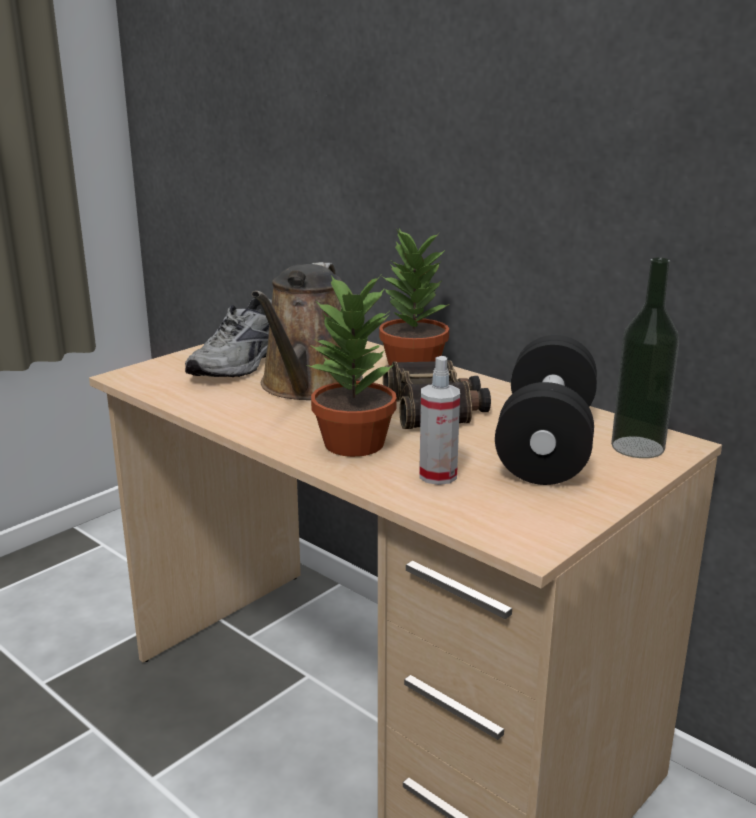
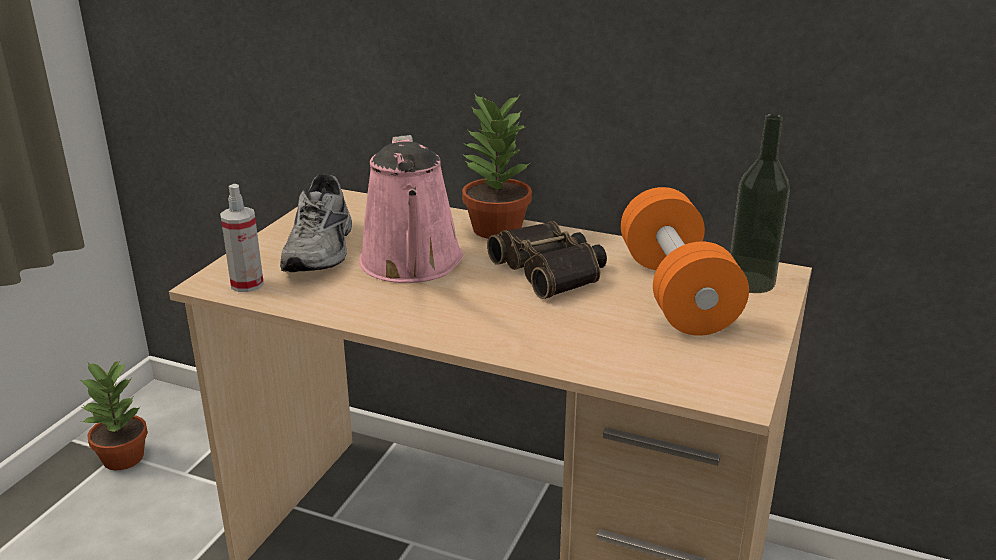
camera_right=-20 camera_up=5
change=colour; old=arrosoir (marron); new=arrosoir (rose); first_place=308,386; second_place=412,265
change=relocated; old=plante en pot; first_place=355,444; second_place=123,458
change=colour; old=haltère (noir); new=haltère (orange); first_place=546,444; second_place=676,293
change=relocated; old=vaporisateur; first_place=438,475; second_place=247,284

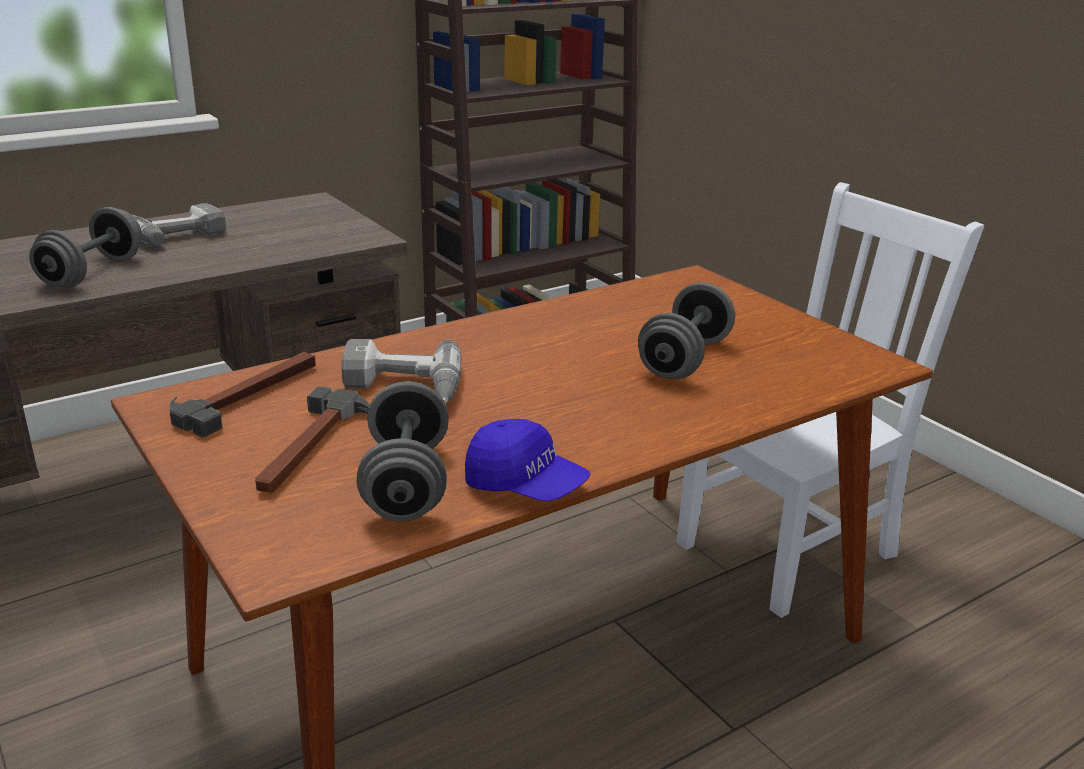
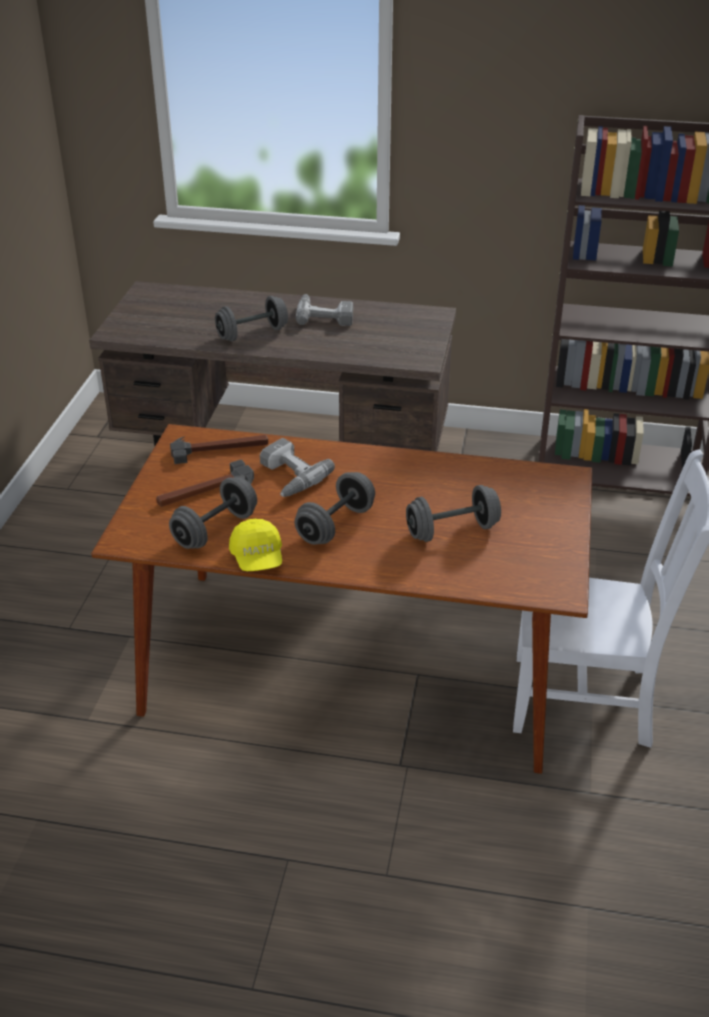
camera_right=45 camera_up=10
change=colour; old=casquette (bleu); new=casquette (jaune); first_place=525,486; second_place=257,558
change=appeared; new=haltère (gris); second_place=335,525

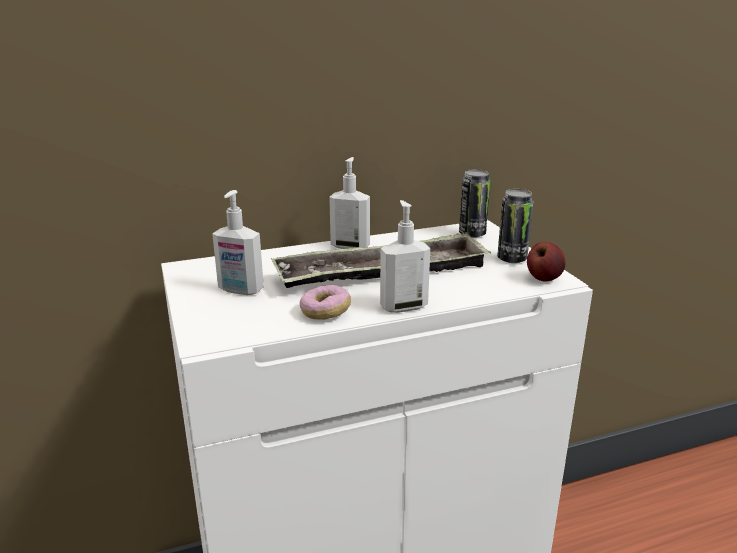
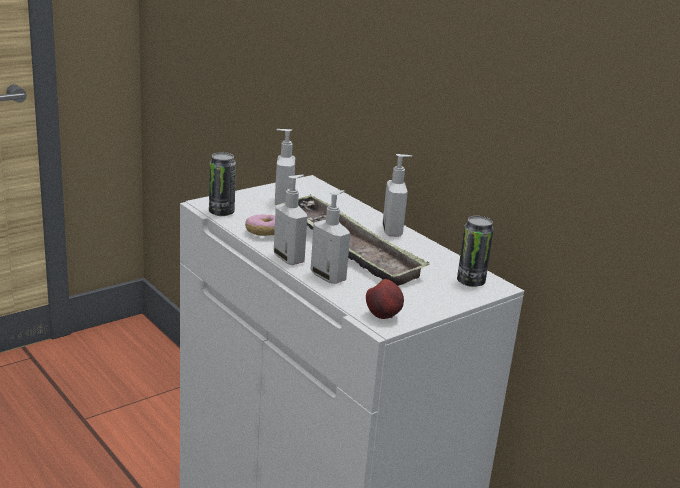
camera_right=70 camera_up=0
change=relocated; old=boîte métallique; first_place=512,259; second_place=221,212
change=appeared; new=distributeur de savon; second_place=328,277

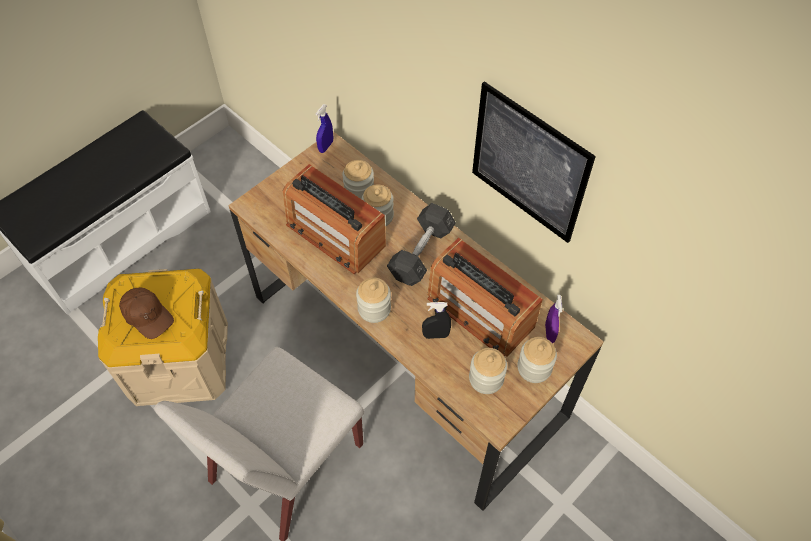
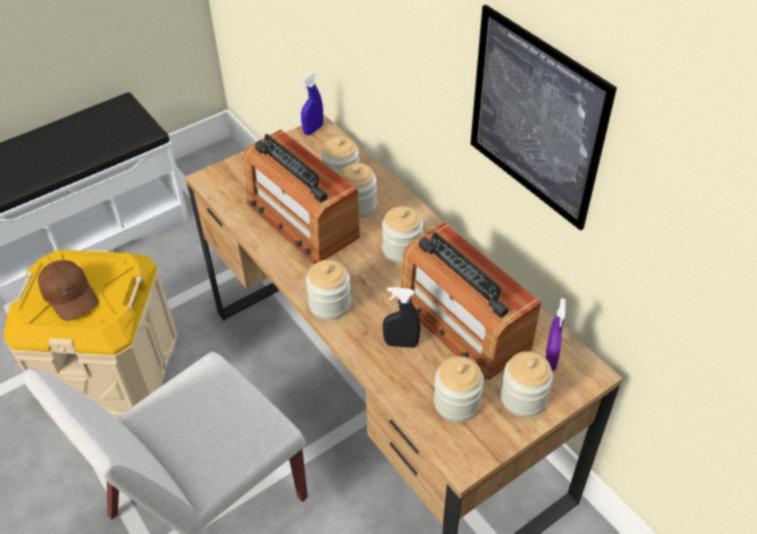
camera_right=10 camera_up=-10
change=exchanged; old=haltère (gris); new=bocal; first_place=421,253; second_place=402,250

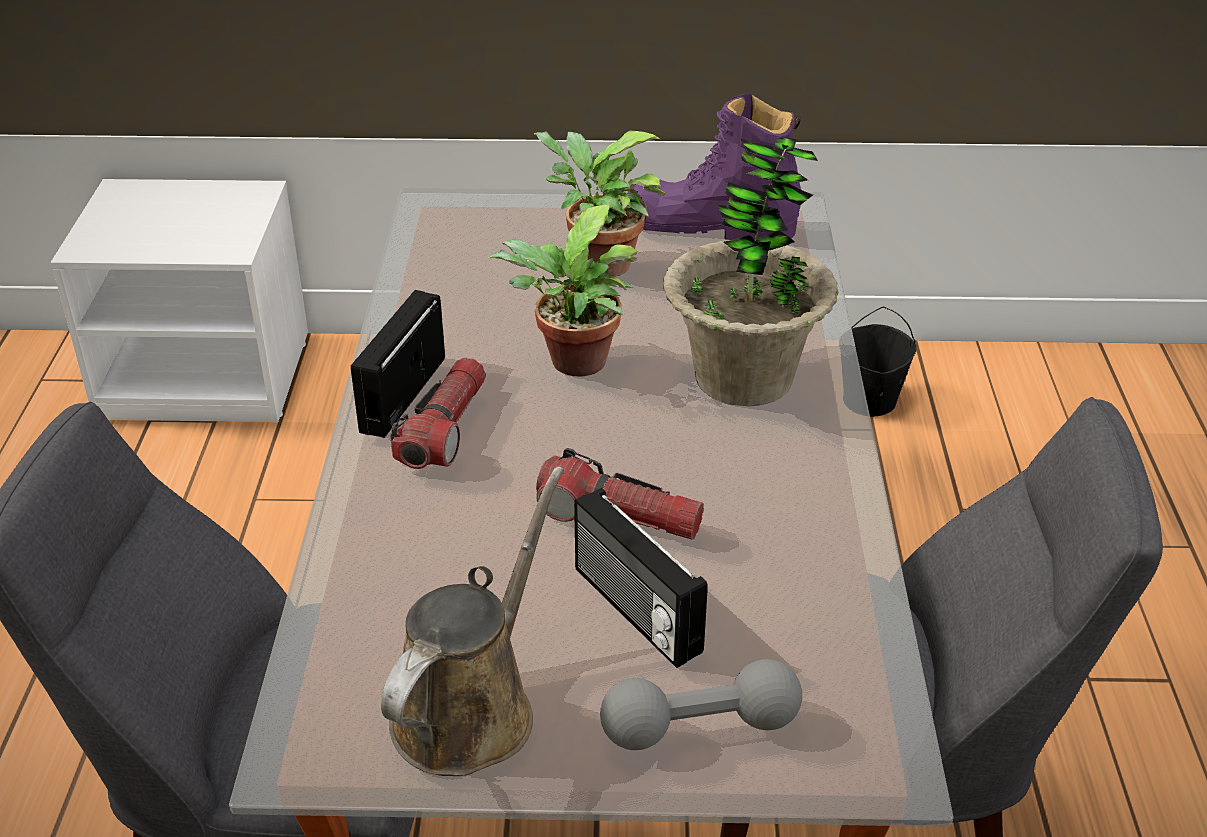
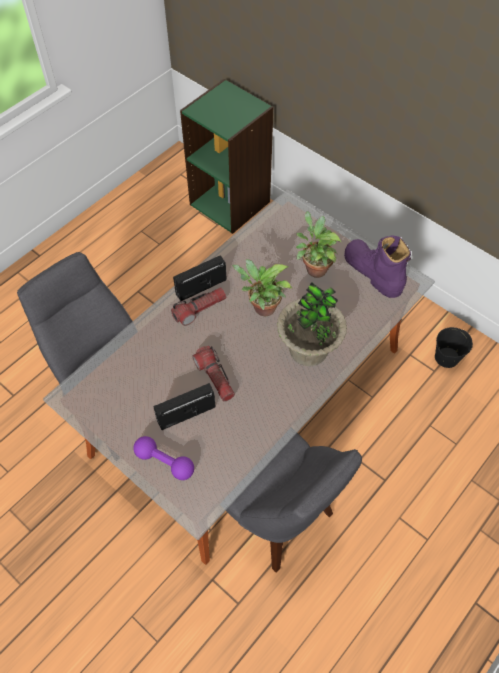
camera_right=40 camera_up=20
change=exchanged; old=table de chevet (blanc); new=bibliothèque (vert); first_place=208,375; second_place=230,202
change=missing; old=arrosoir (marron); first_place=471,708
change=spun; old=radio; first_place=634,611; second_place=186,413; degrees=60
change=colour; old=haltère (gris); new=haltère (violet); first_place=700,727; second_place=164,462

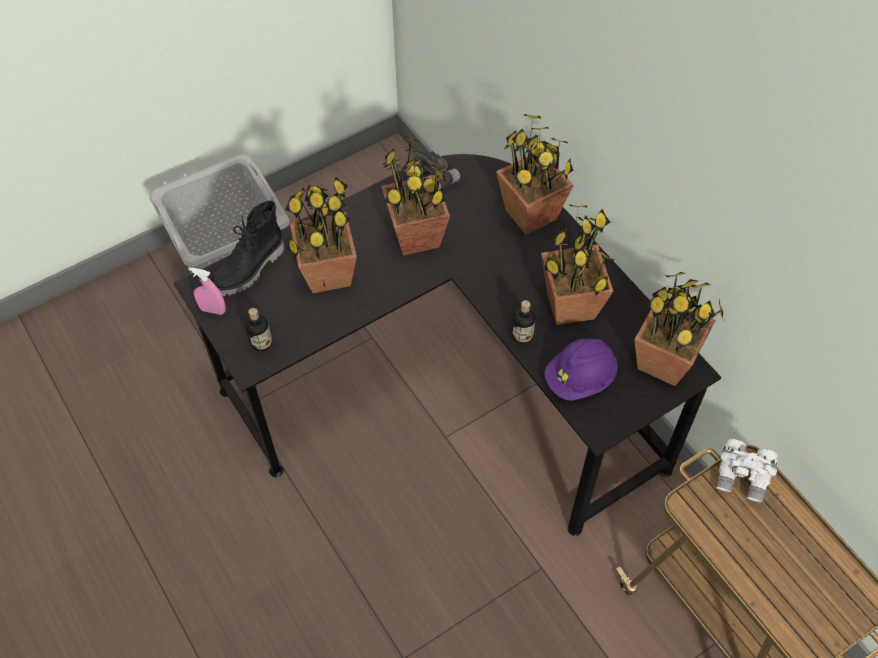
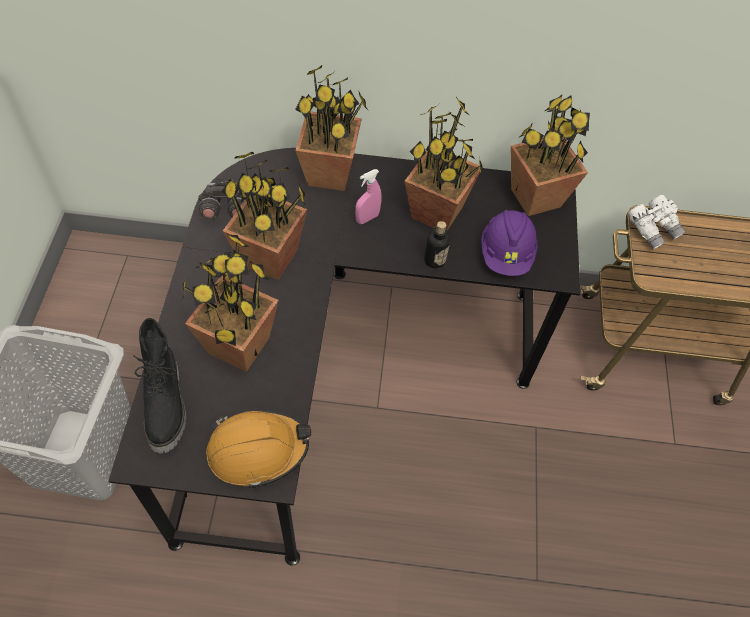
camera_right=-55 camera_up=0
change=relocated; old=vaporisateur (rose); first_place=213,310; second_place=367,218
change=exchanged; old=bouteille; new=casque de chantier (orange); first_place=261,343; second_place=258,450

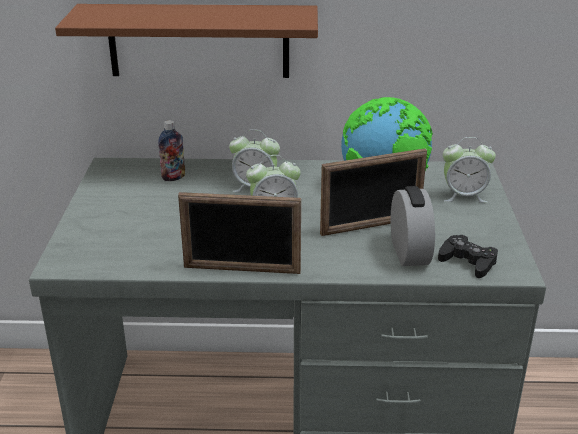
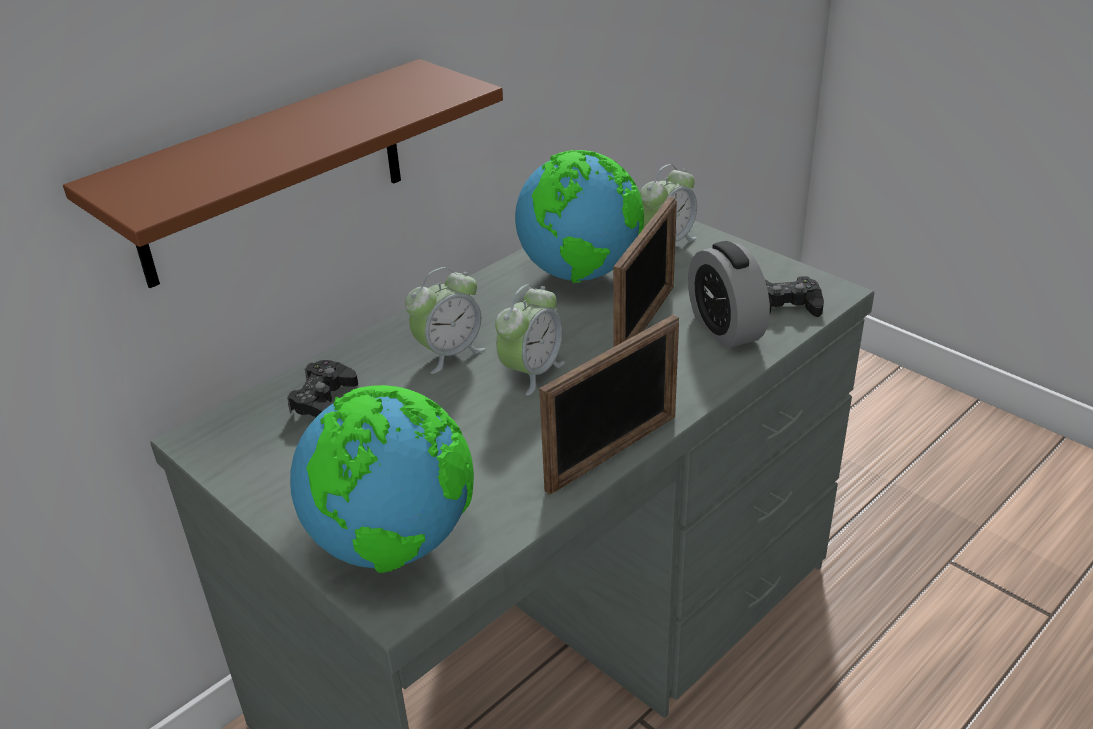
camera_right=-45 camera_up=5
change=exchanged; old=bouteille; new=manette (noir); first_place=173,177; second_place=324,400
change=spun; old=réveil; first_place=409,252; second_place=725,328; degrees=-150
change=appeared; new=globe; second_place=394,544

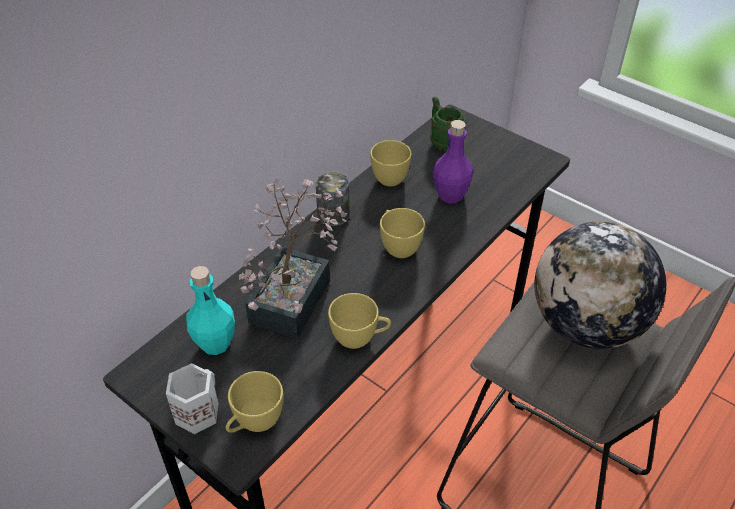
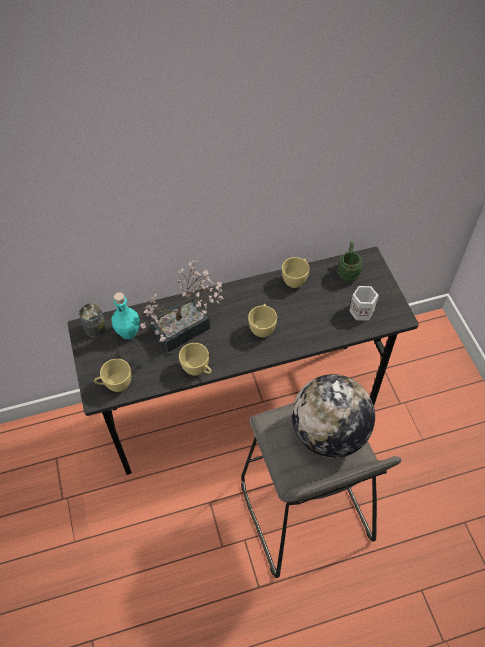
camera_right=35 camera_up=10
change=missing; old=bouteille (violet); first_place=450,195
change=relocated; old=boîte métallique; first_place=333,214; second_place=95,328
change=relocated; old=mug (blanc); first_place=197,411; second_place=362,310

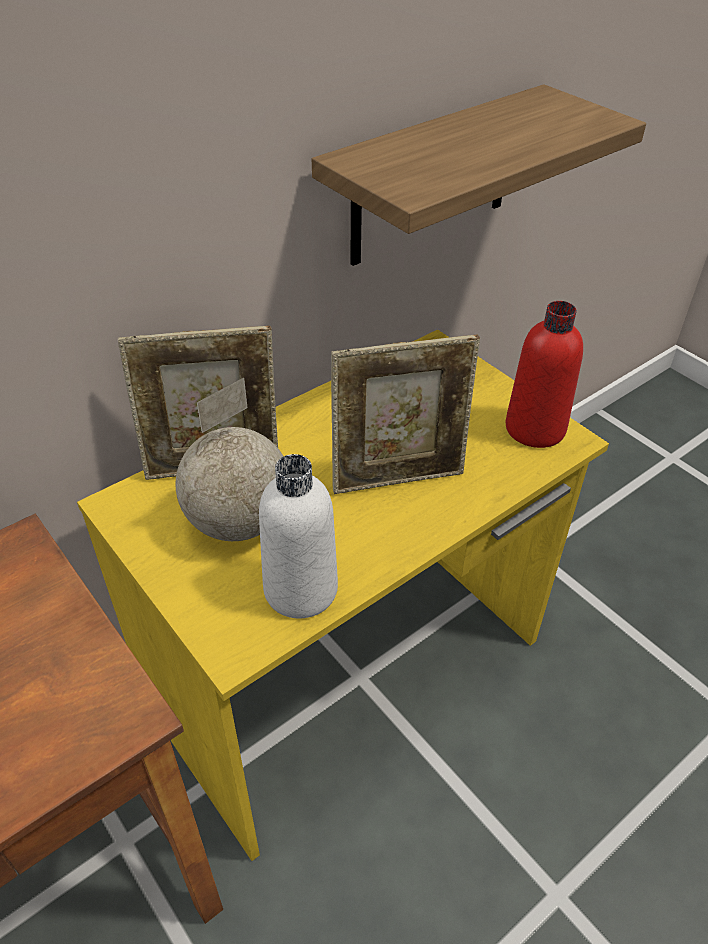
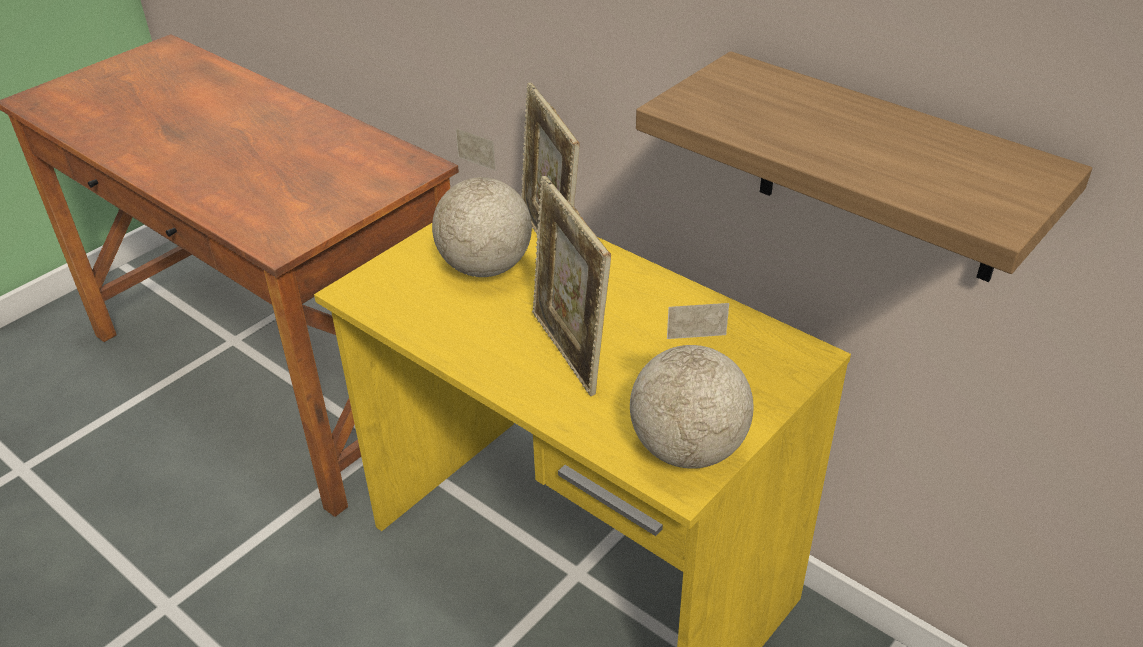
camera_right=80 camera_up=-5
change=exchanged; old=bouteille (rouge); new=globe; first_place=535,428; second_place=689,450
change=missing; old=bouteille (blanc); first_place=300,589

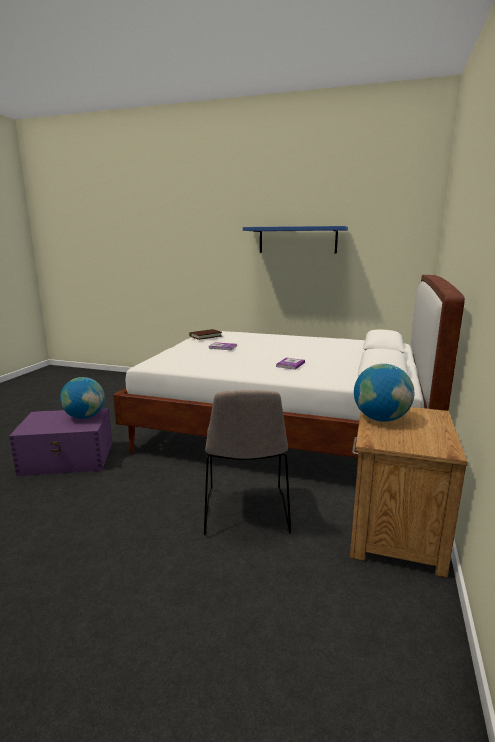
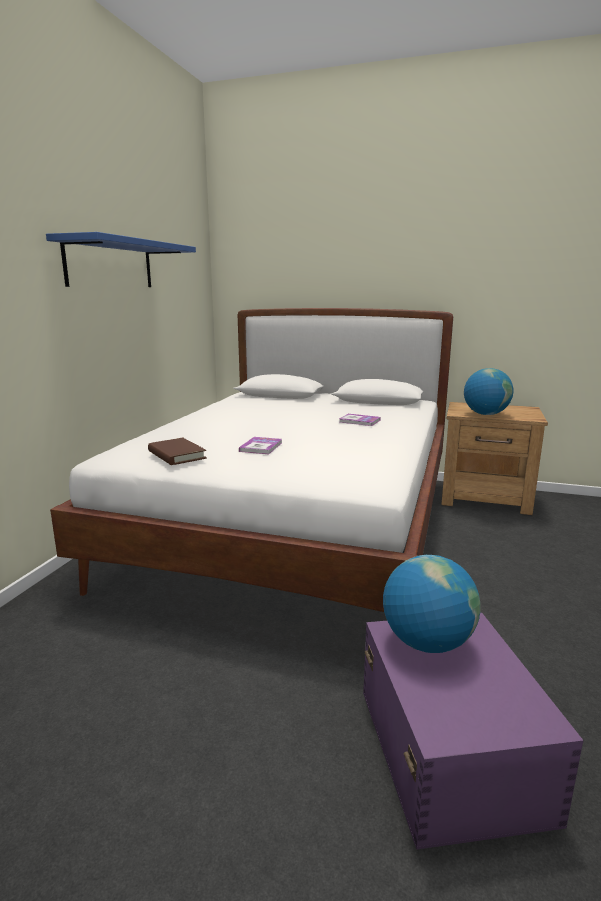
camera_right=-90 camera_up=0
change=missing; old=chaise (beige); first_place=246,514

